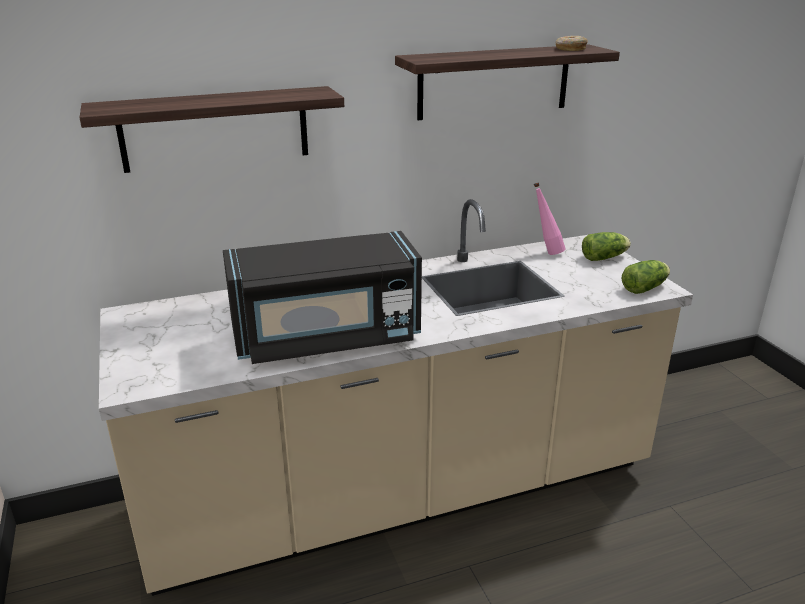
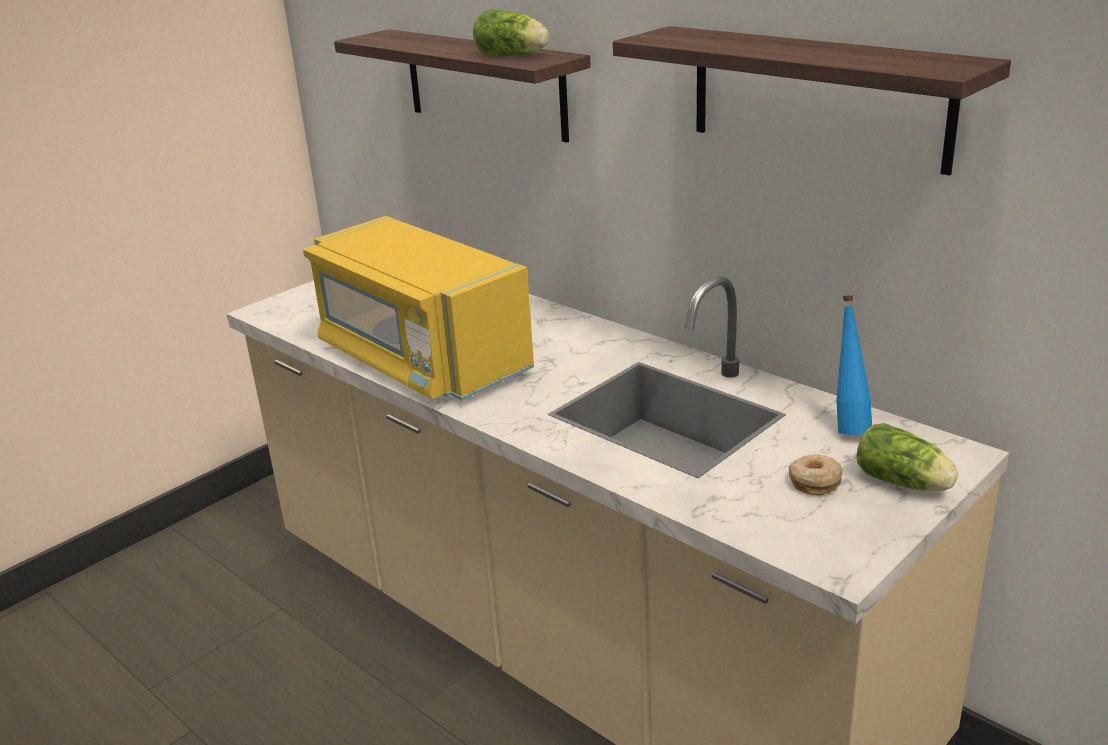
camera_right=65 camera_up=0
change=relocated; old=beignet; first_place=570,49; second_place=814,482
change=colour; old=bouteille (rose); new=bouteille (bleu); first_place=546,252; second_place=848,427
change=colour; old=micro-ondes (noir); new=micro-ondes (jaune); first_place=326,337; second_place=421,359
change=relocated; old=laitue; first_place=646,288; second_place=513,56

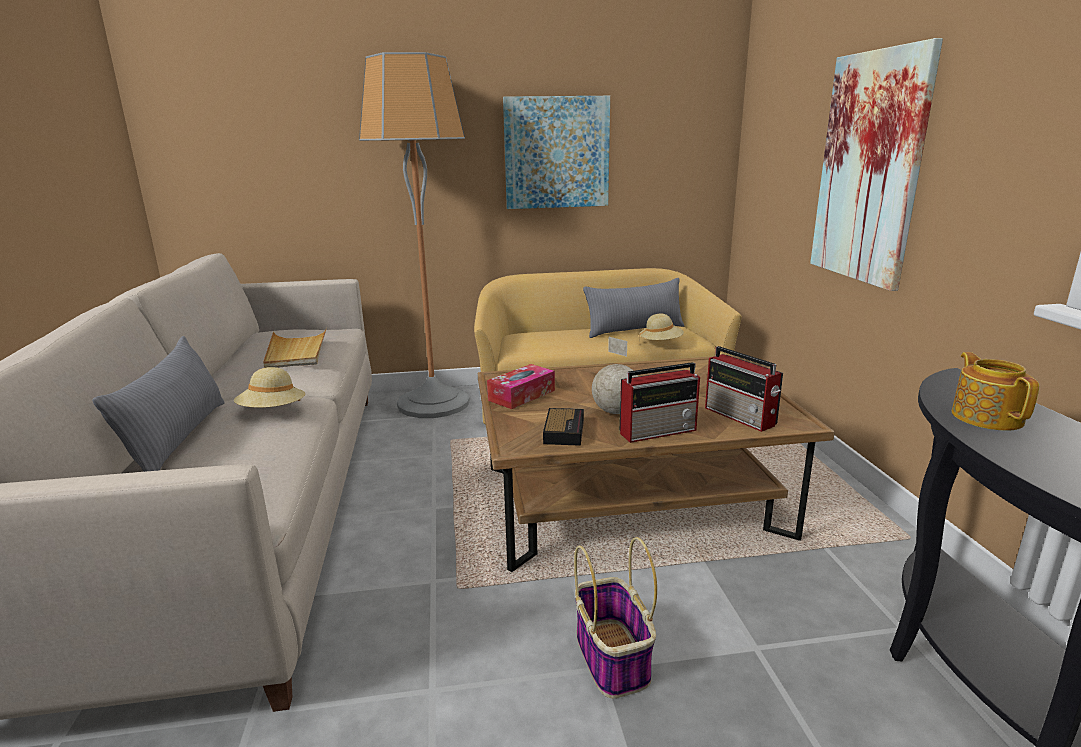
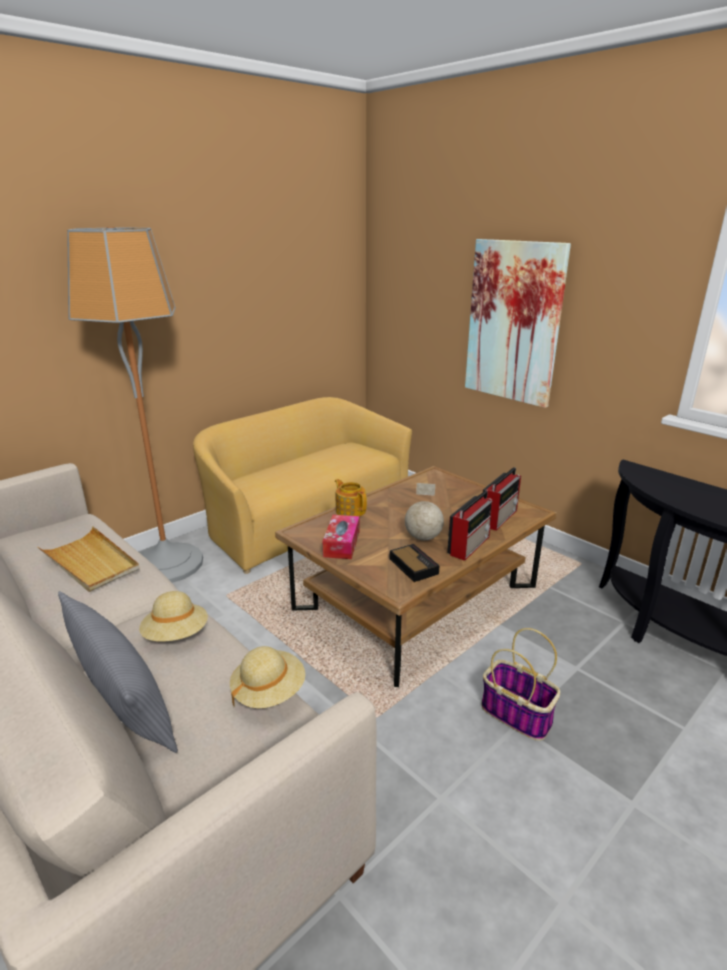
camera_right=-35 camera_up=5
change=missing; old=tableau; first_place=556,153
change=missing; old=coussin (gris); first_place=634,330
change=relocated; old=chapeau (beige); first_place=661,343; second_place=268,692
change=spun; old=radio; first_place=741,417; second_place=499,517; degrees=-75
change=relocated; old=théière; first_place=986,417; second_place=350,510

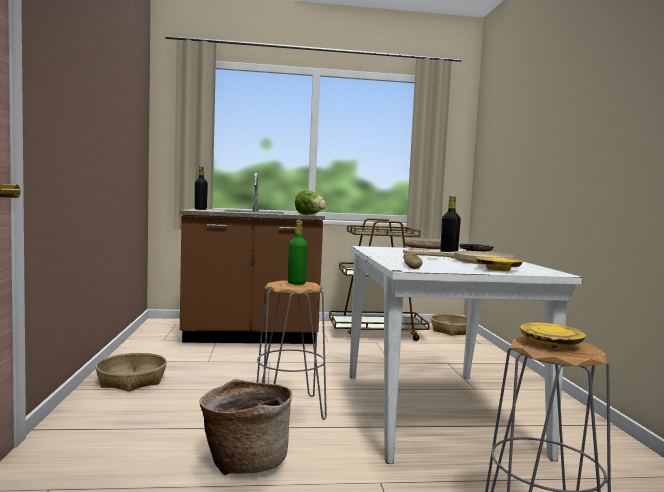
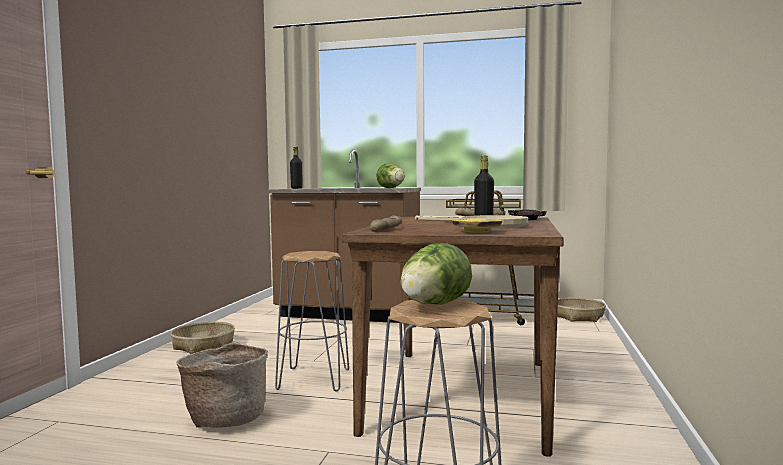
camera_right=20 camera_up=0
change=missing; old=bouteille (vert); first_place=296,283
change=colour; old=table à manger (blanc); new=table à manger (marron); first_place=436,411; second_place=462,394
change=exchanged; old=assiette (jaune); new=laitue; first_place=551,344; second_place=433,306

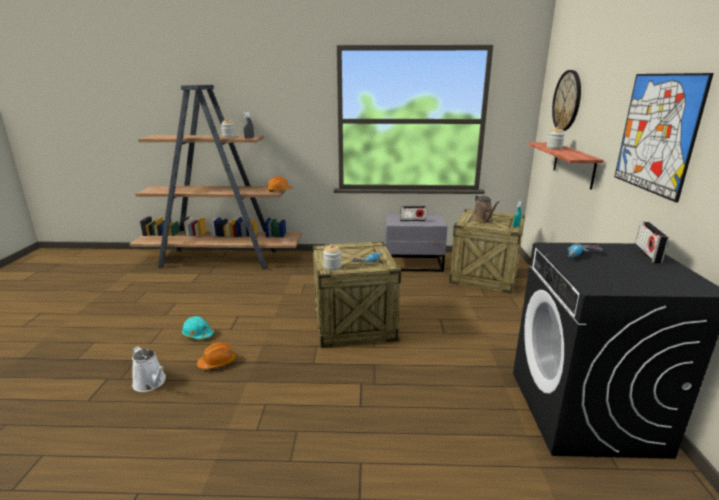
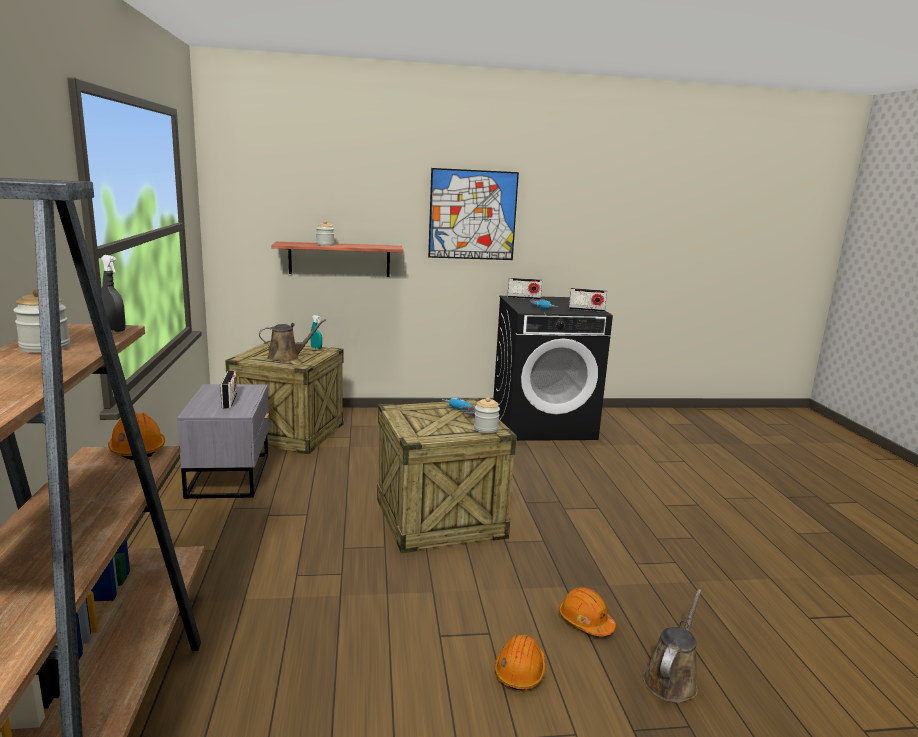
camera_right=-100 camera_up=-5
change=missing; old=horloge murale; first_place=567,101
change=colour; old=casque de chantier (turquoise); new=casque de chantier (orange); first_place=198,334; second_place=520,671
change=colour; old=arrosoir (blanc); new=arrosoir (marron); first_place=151,383; second_place=671,679
change=appeared; new=radio; second_place=586,310

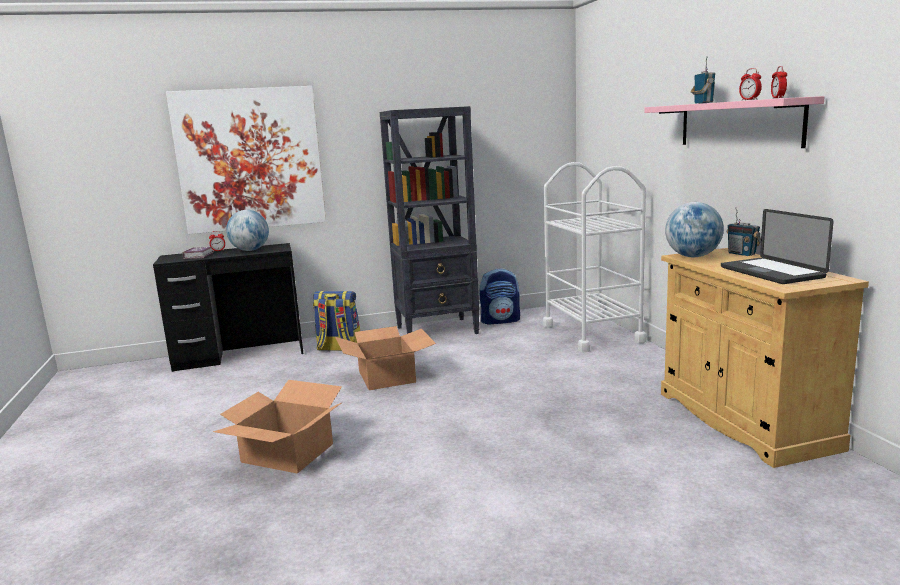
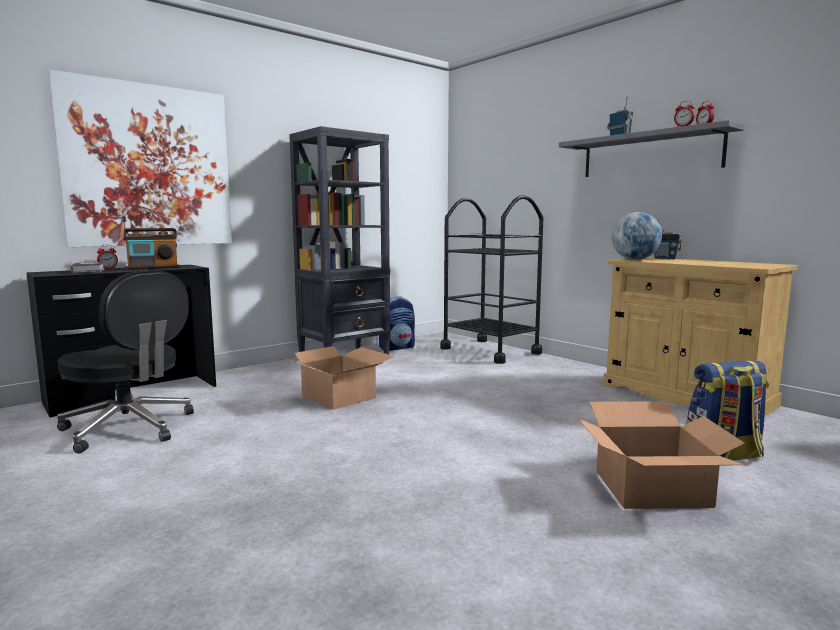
camera_right=-25 camera_up=-5
change=colour; old=étagère (rose); new=étagère (gris); first_place=738,124; second_place=650,154
change=colour; old=chariot (blanc); new=chariot (noir); first_place=592,333; second_place=490,351
change=missing; old=ordinateur portable; first_place=771,272
change=exchanged; old=globe; new=radio; first_place=250,250; second_place=153,268
change=relocated; old=sac à dos; first_place=338,348; second_place=723,456
change=relocated; old=carton; first_place=287,453; second_place=652,489
change=appeared; new=chaise de bureau (noir); second_place=130,428

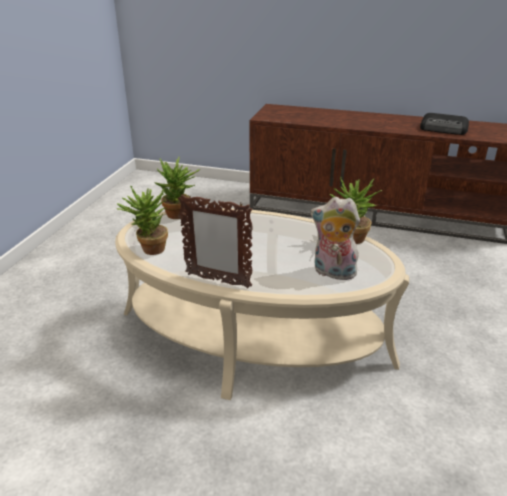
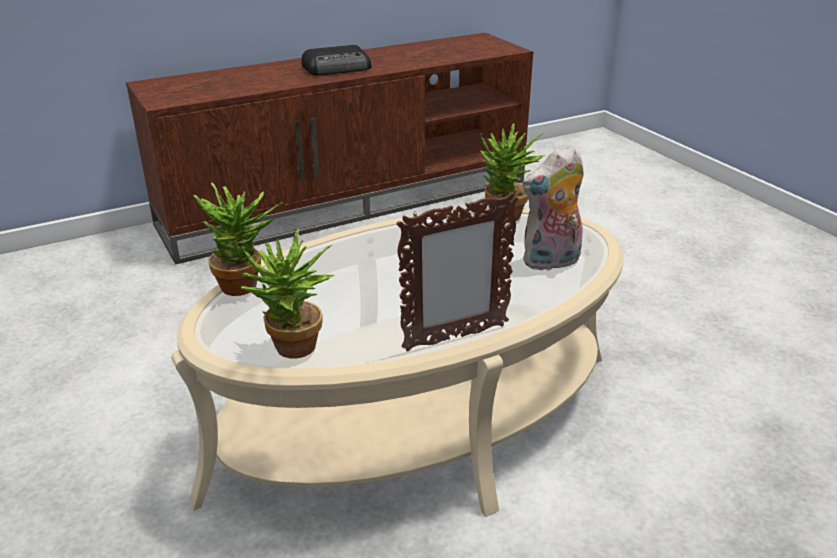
camera_right=-45 camera_up=0
change=relocated; old=radio; first_place=444,129; second_place=338,68

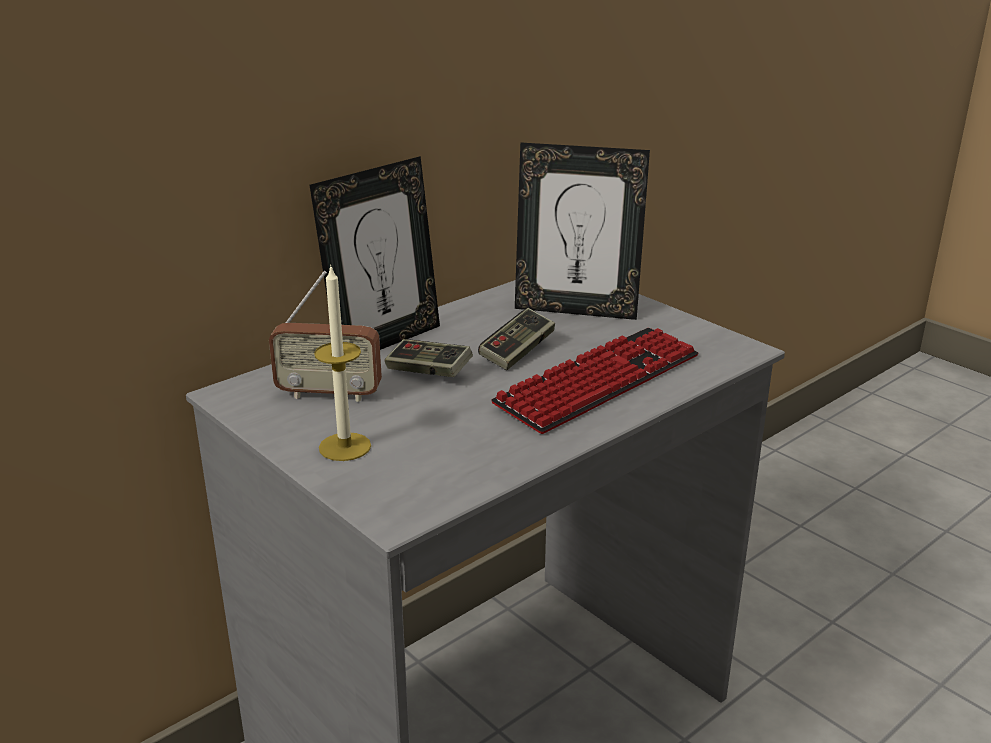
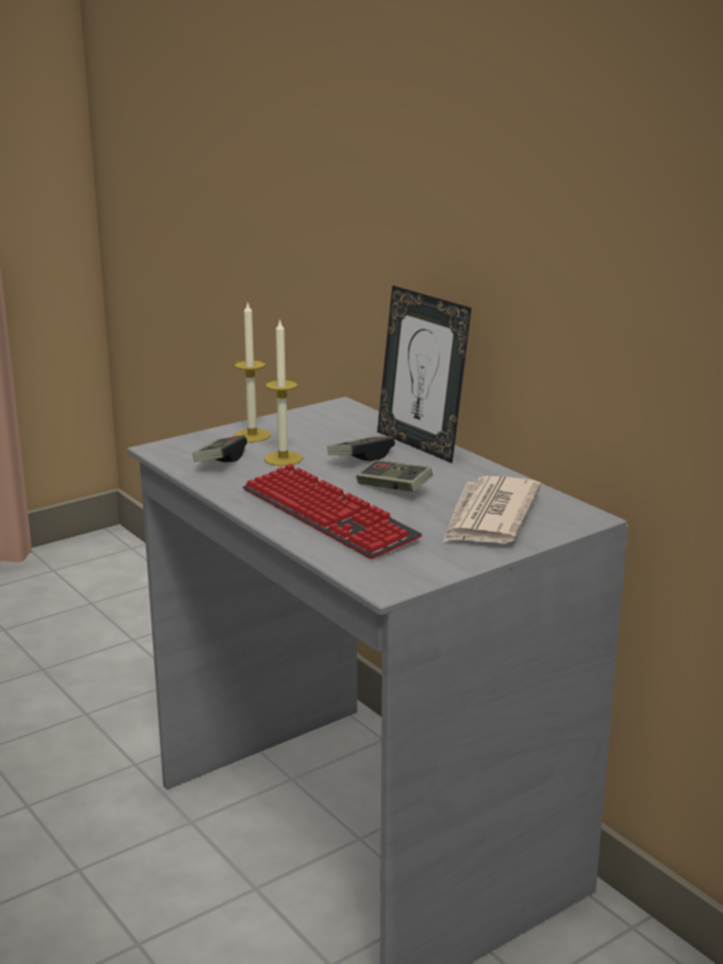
camera_right=95 camera_up=-5
change=exchanged; old=cadre photo; new=journal; first_place=576,310; second_place=489,517
change=missing; old=radio; first_place=329,394
change=appeared; new=bougie; second_place=283,458
change=appeared; new=manette; second_place=220,461

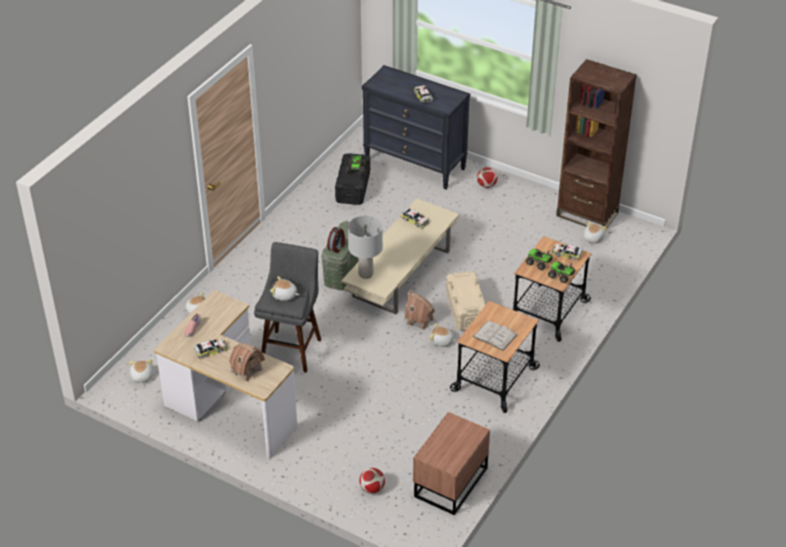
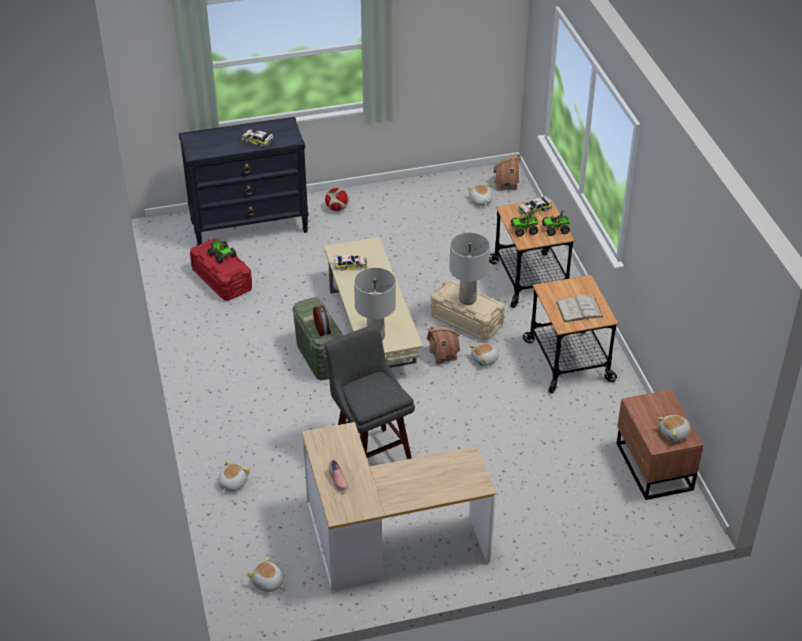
camera_right=-45 camera_up=0
change=missing; old=bibliothèque (marron); first_place=587,214
change=colour; old=boîte de rangement (noir); new=boîte de rangement (rouge); first_place=353,187; second_place=222,279
change=relocated; old=peluche; first_place=284,296; second_place=674,433
change=missing; old=petite voiture; first_place=211,350
change=relocated; old=maison miniature; first_place=247,370; second_place=506,184
change=missing; old=ballon de foot; first_place=372,488
change=appeared; new=lampe de table (gris); second_place=467,299

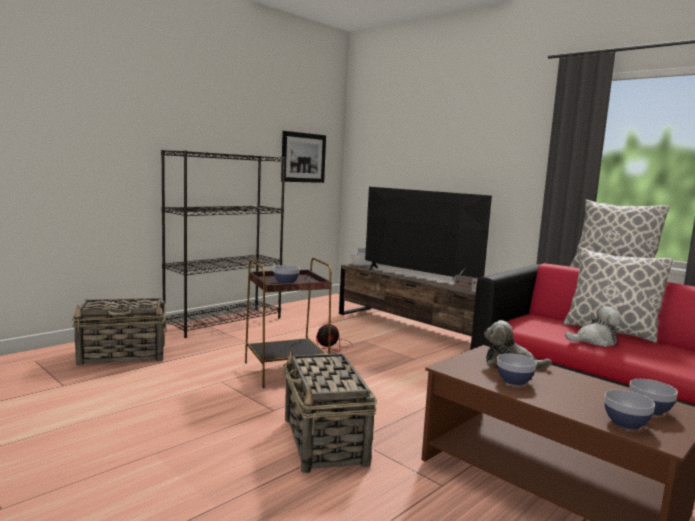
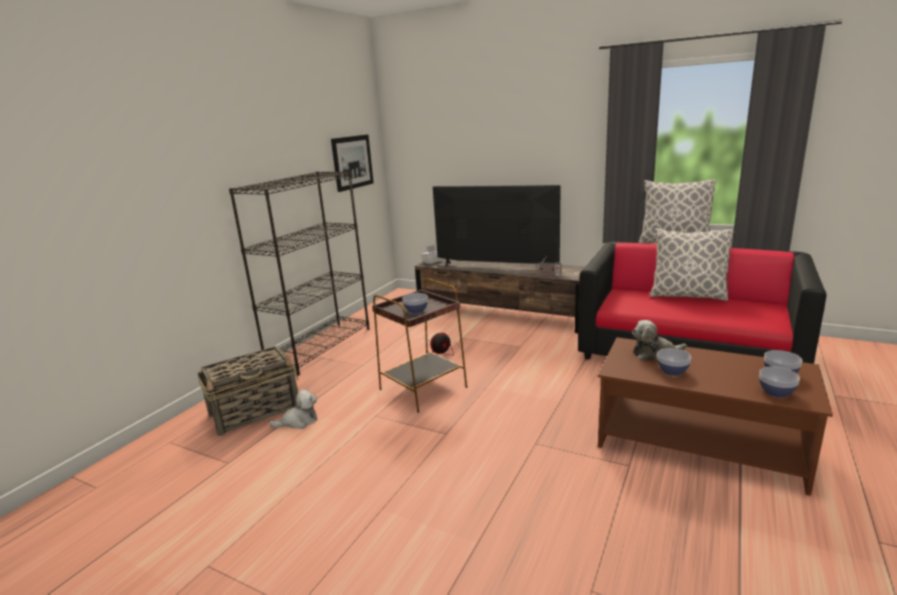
camera_right=-15 camera_up=10
change=relocated; old=peluche; first_place=594,341; second_place=299,421
change=missing; old=panier; first_place=324,442

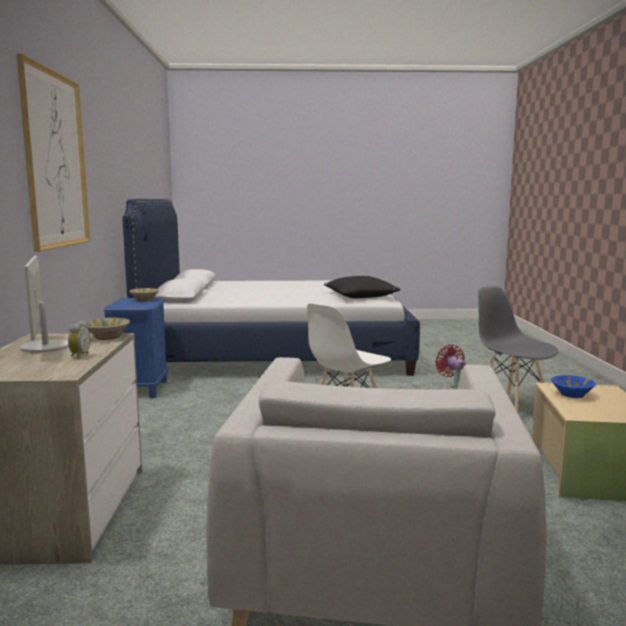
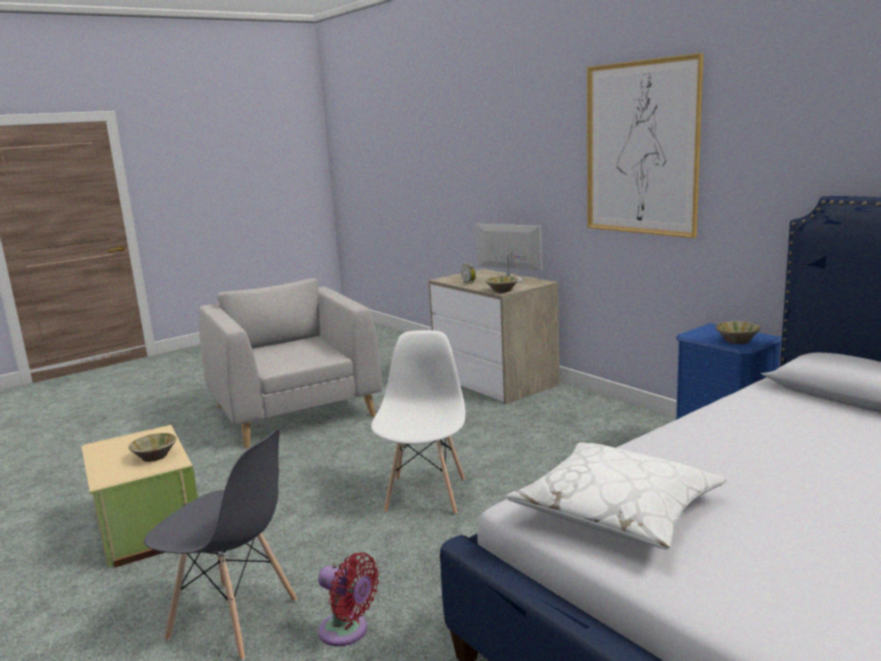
camera_right=145 camera_up=5
change=colour; old=coussin (noir); new=coussin (blanc); first_place=360,296; second_place=617,510
change=colour; old=bol (bleu); new=bol (beige); first_place=571,395; second_place=155,456

